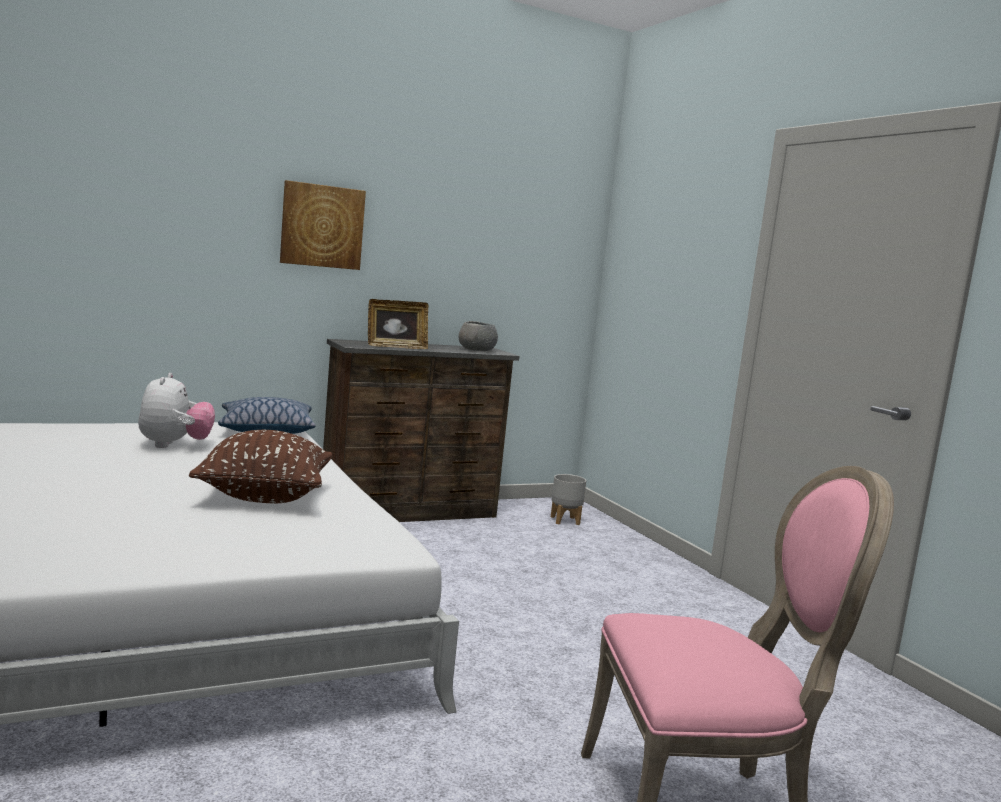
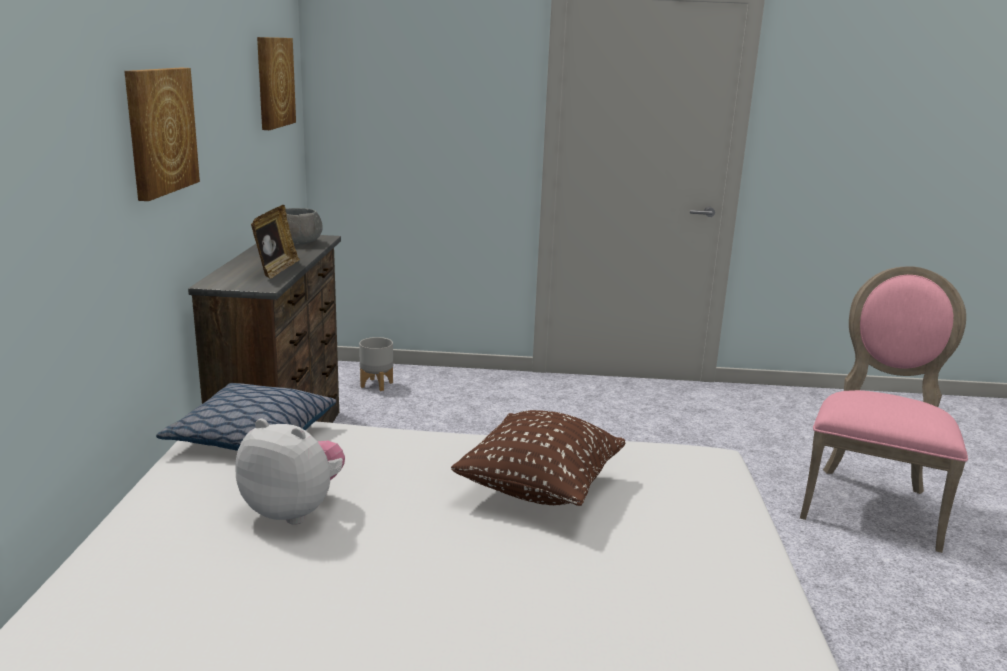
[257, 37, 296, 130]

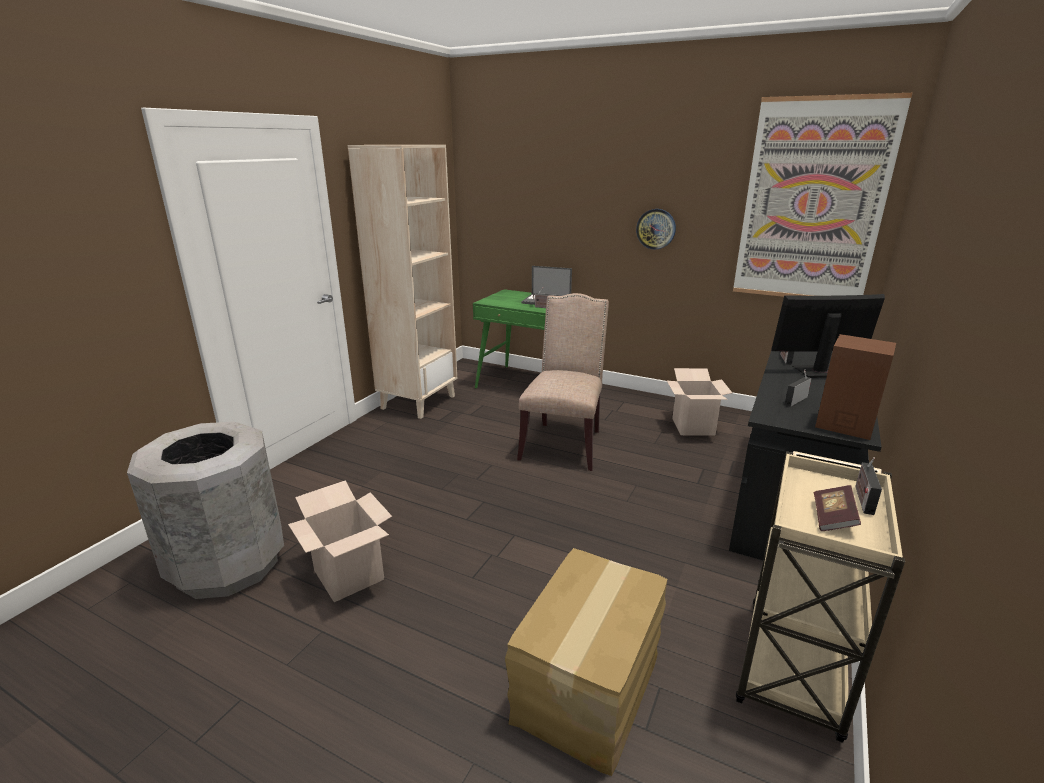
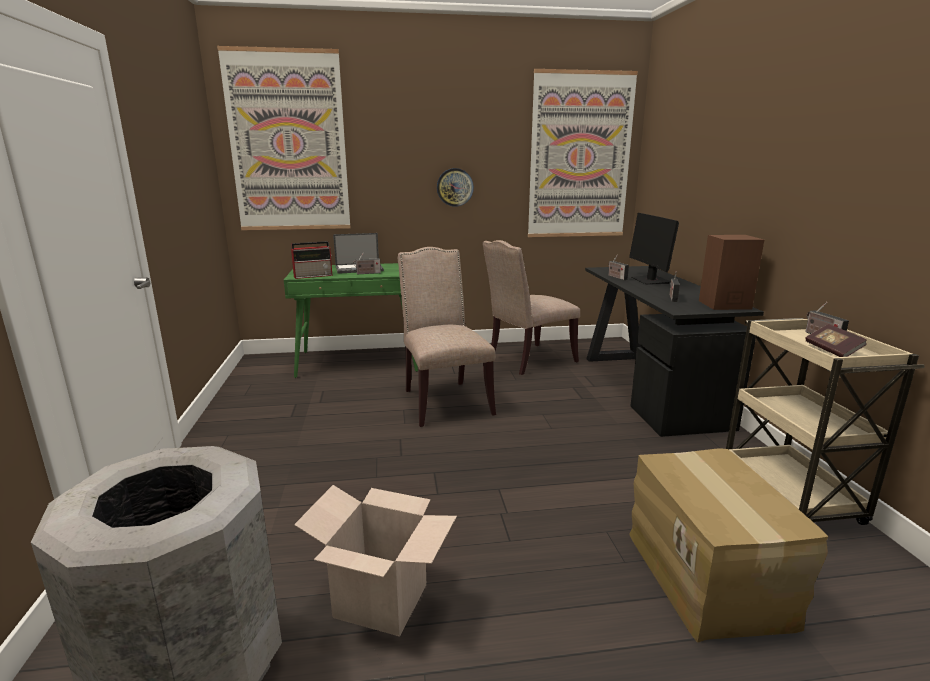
[217, 46, 351, 230]
[291, 241, 332, 279]
[482, 240, 580, 375]
[629, 213, 679, 285]
[348, 145, 457, 419] (first image)

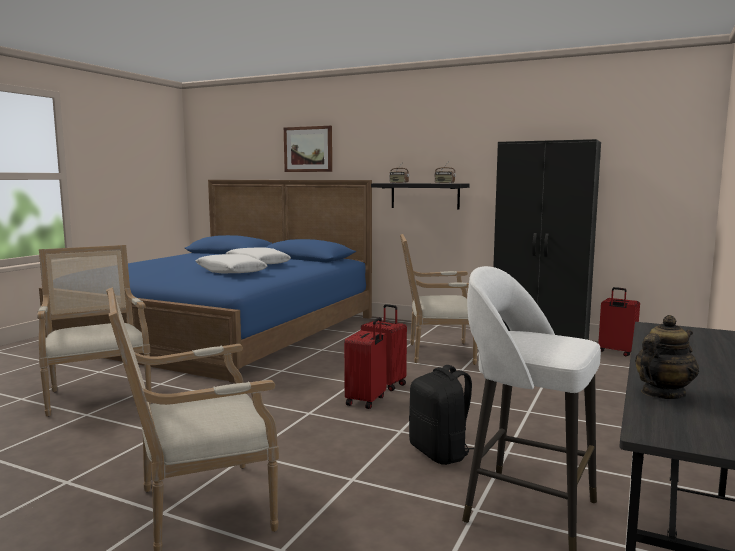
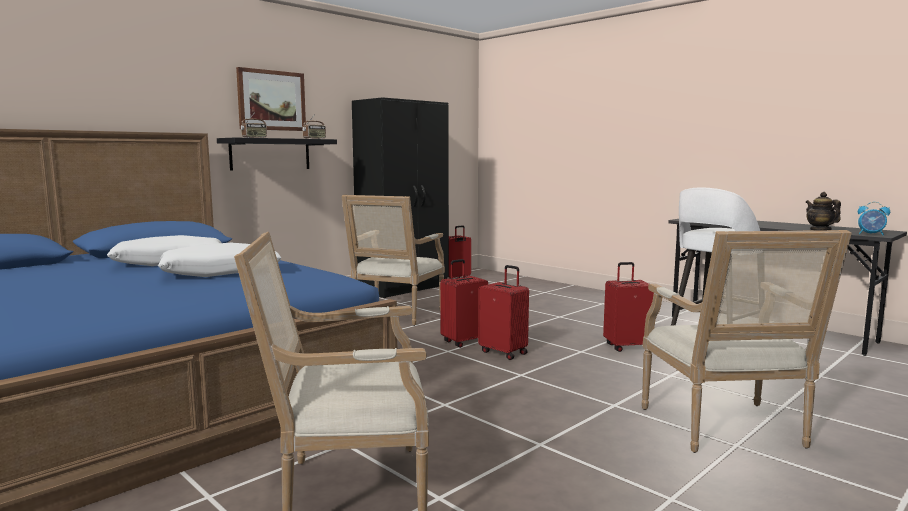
[236, 67, 306, 131]
[603, 262, 654, 352]
[858, 202, 890, 235]

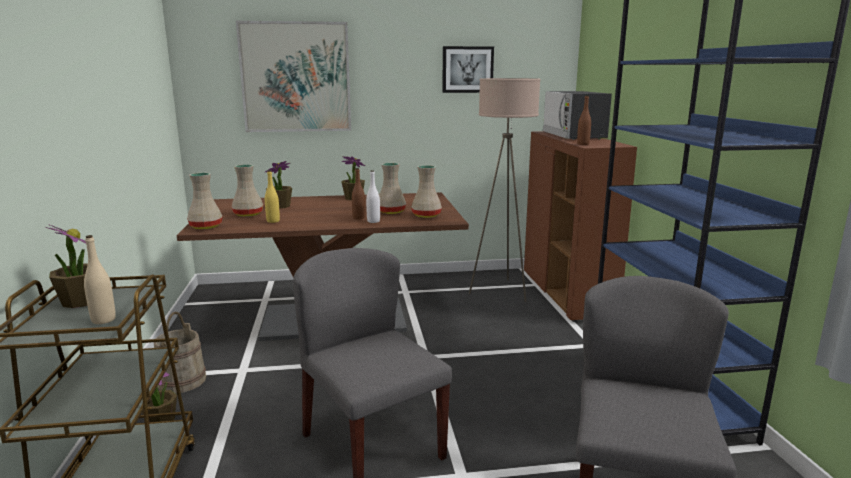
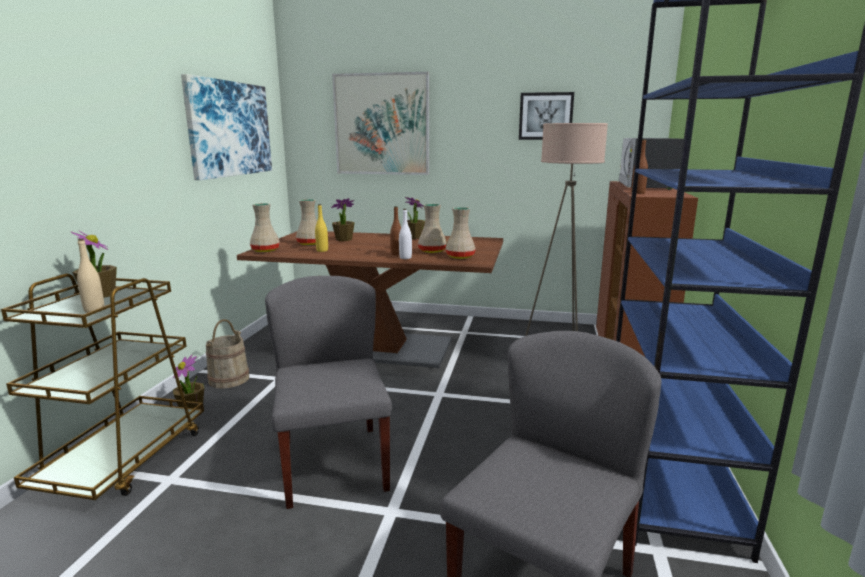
[181, 74, 272, 180]

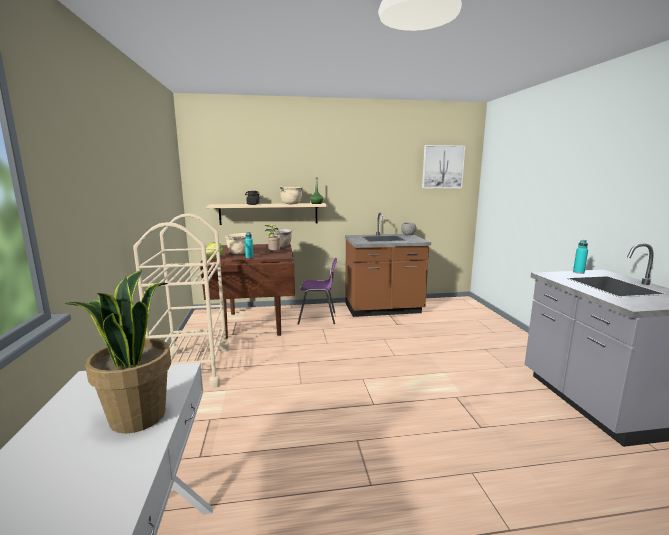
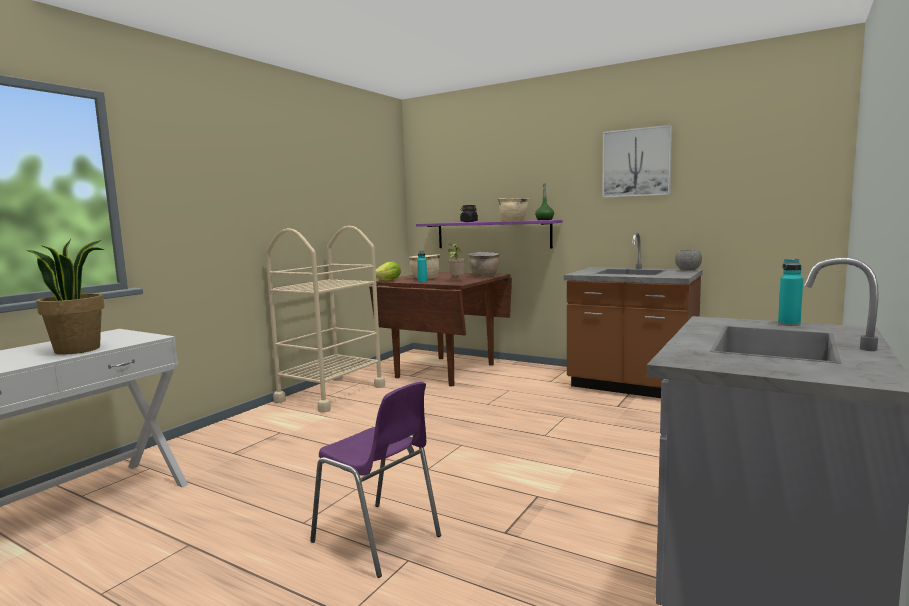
[310, 382, 441, 578]
[416, 220, 563, 248]
[602, 125, 672, 198]

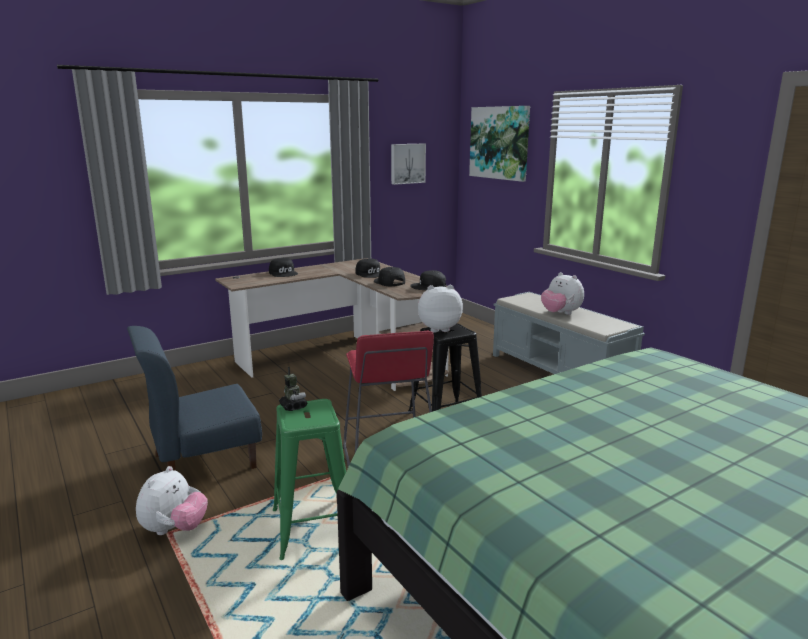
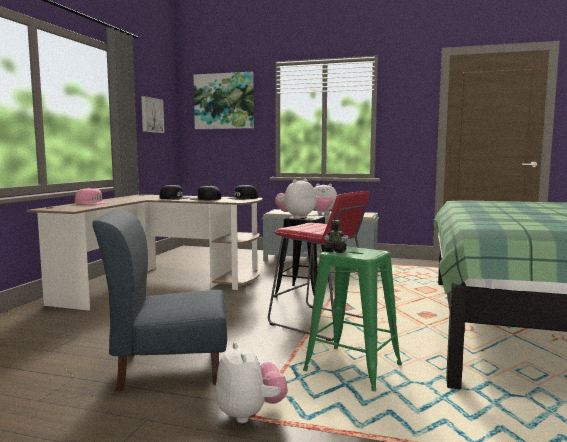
[75, 188, 110, 205]
[92, 210, 227, 391]

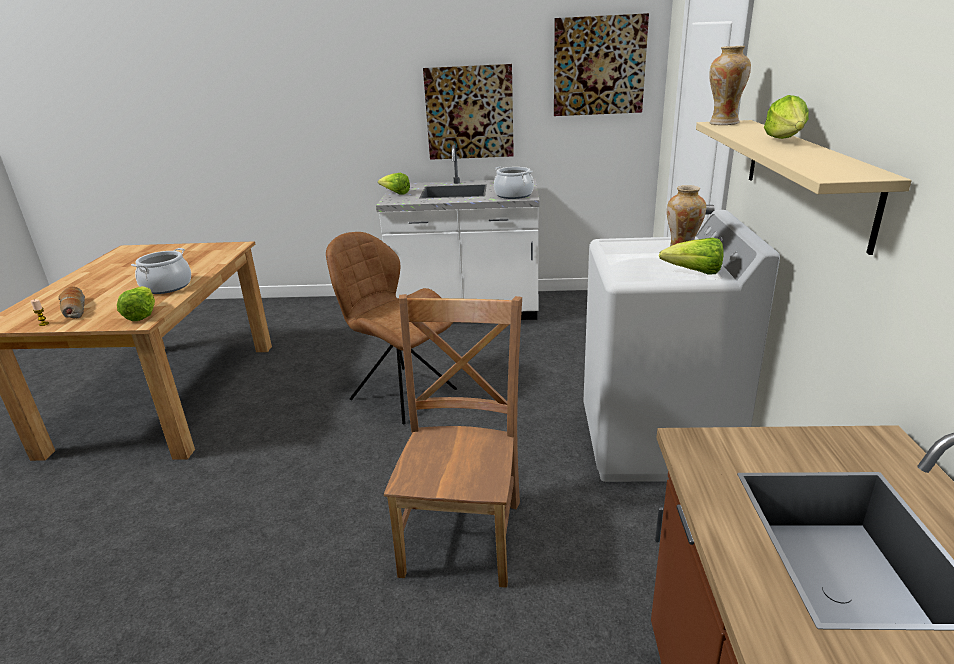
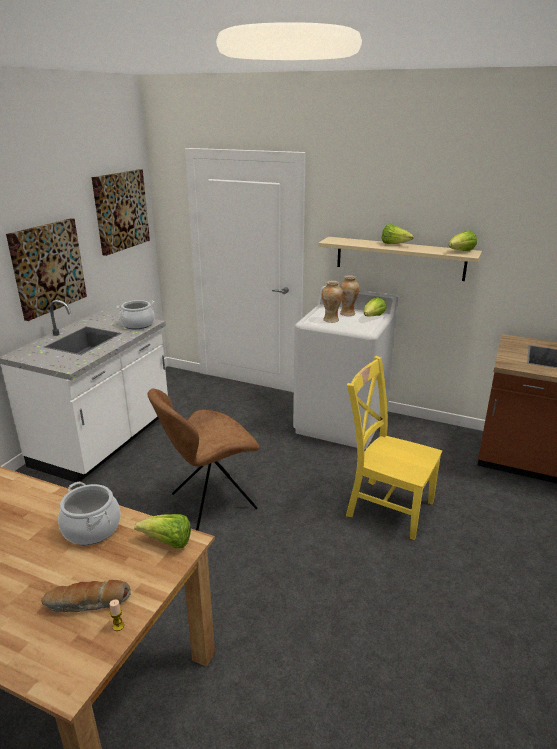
[322, 281, 343, 323]
[346, 356, 442, 540]
[449, 230, 477, 251]

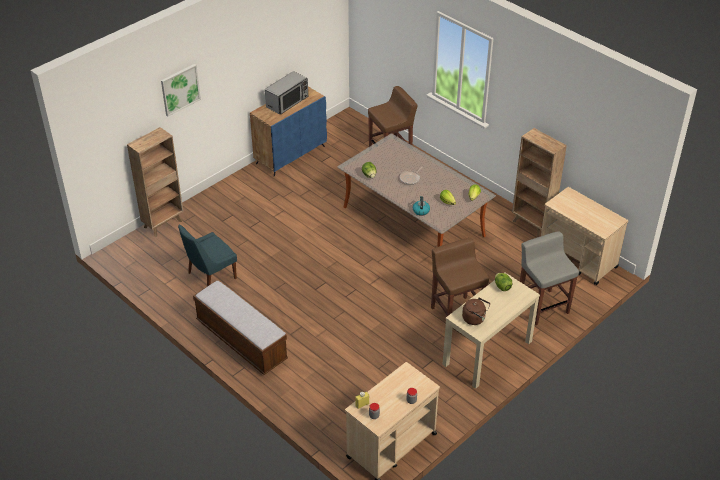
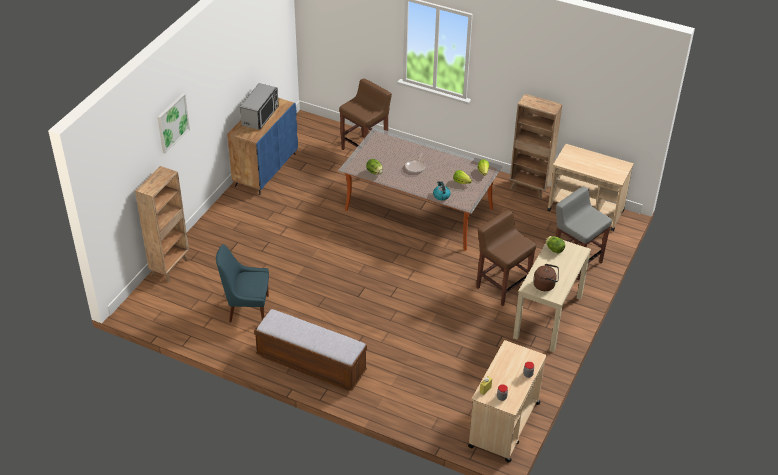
[216, 244, 269, 322]

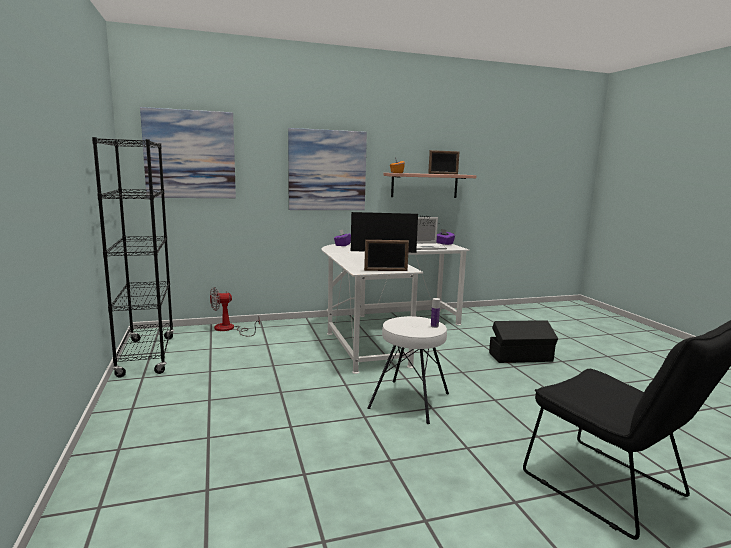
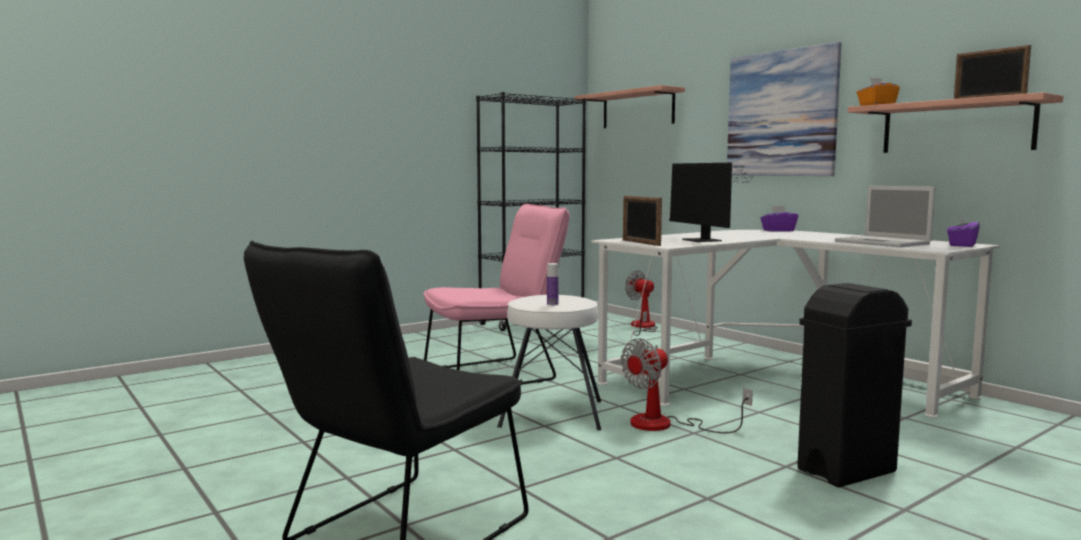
[424, 204, 570, 385]
[574, 85, 685, 128]
[621, 338, 753, 433]
[797, 283, 912, 487]

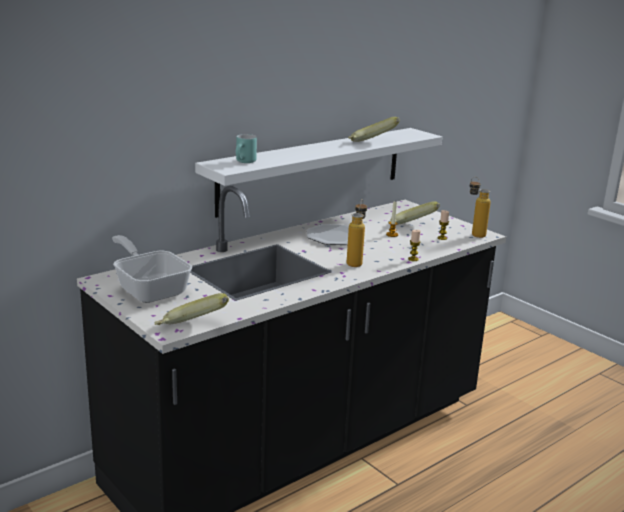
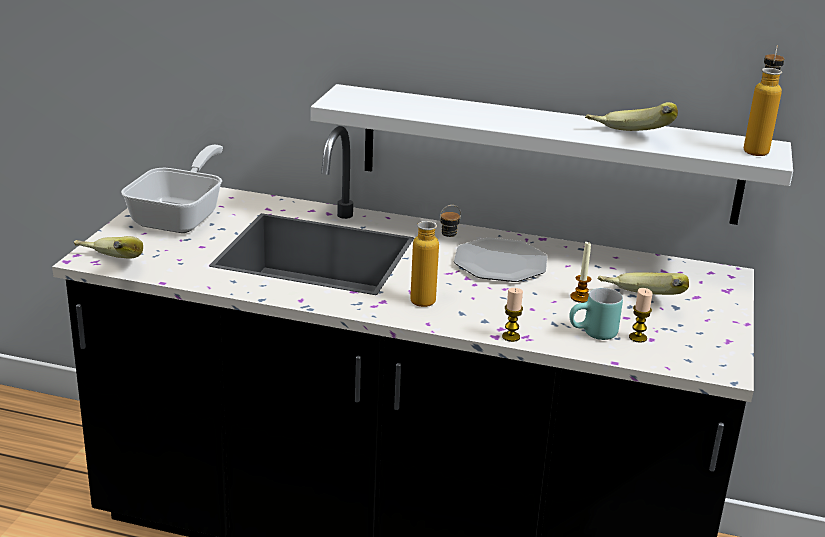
[569, 288, 623, 340]
[744, 45, 784, 156]

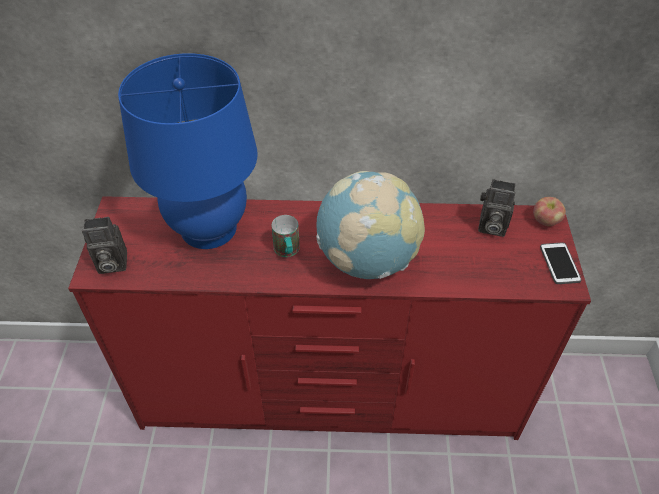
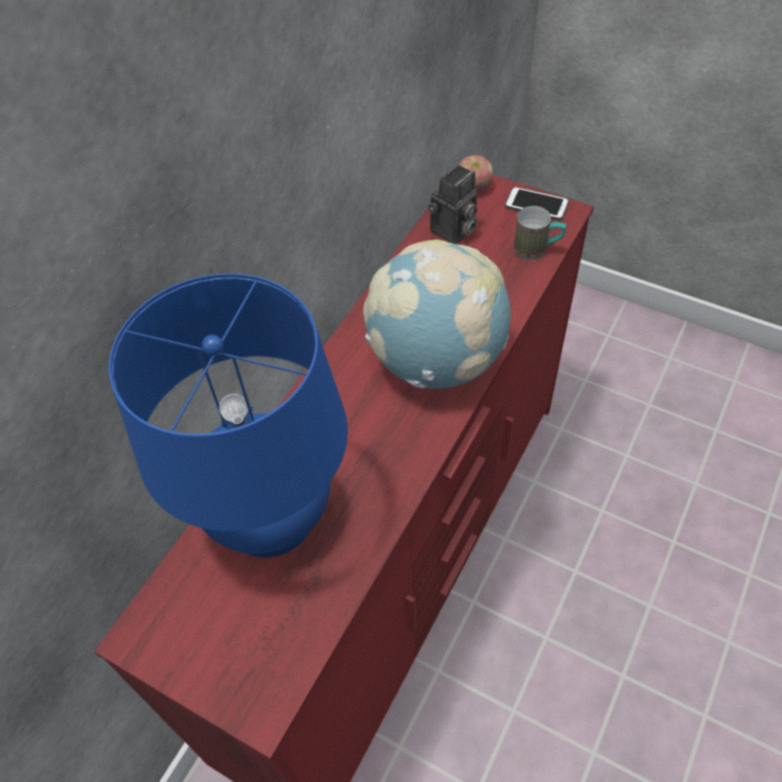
[514, 206, 566, 260]
[82, 217, 127, 274] (first image)

